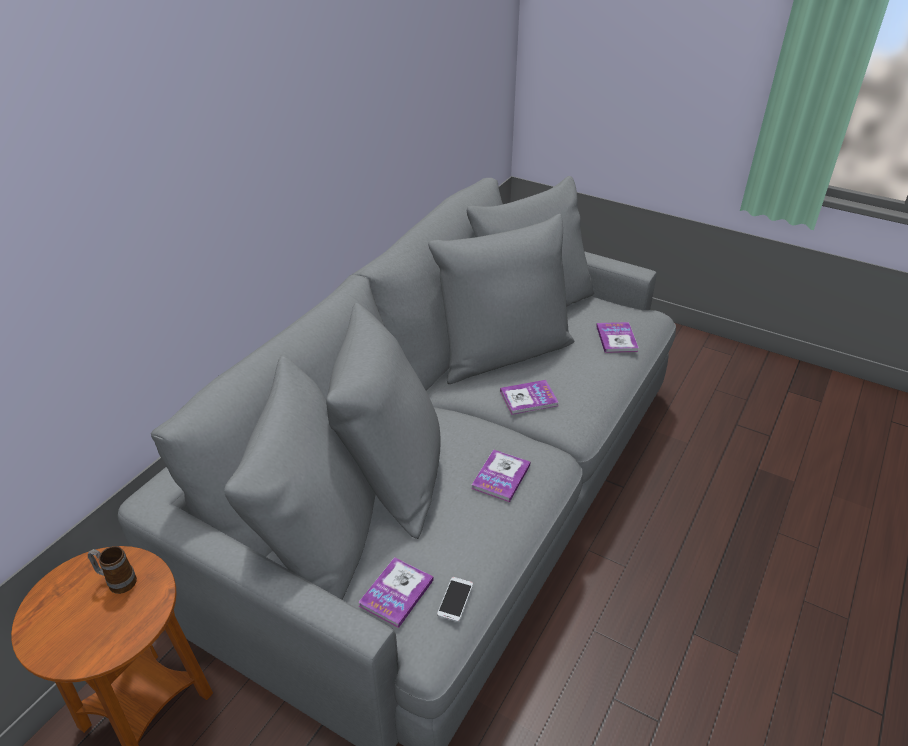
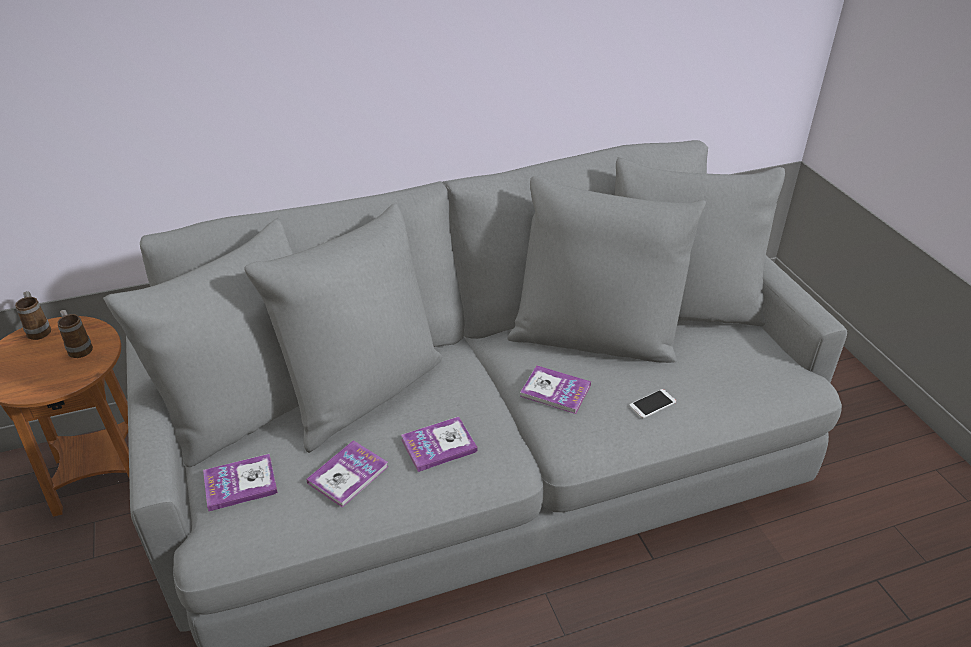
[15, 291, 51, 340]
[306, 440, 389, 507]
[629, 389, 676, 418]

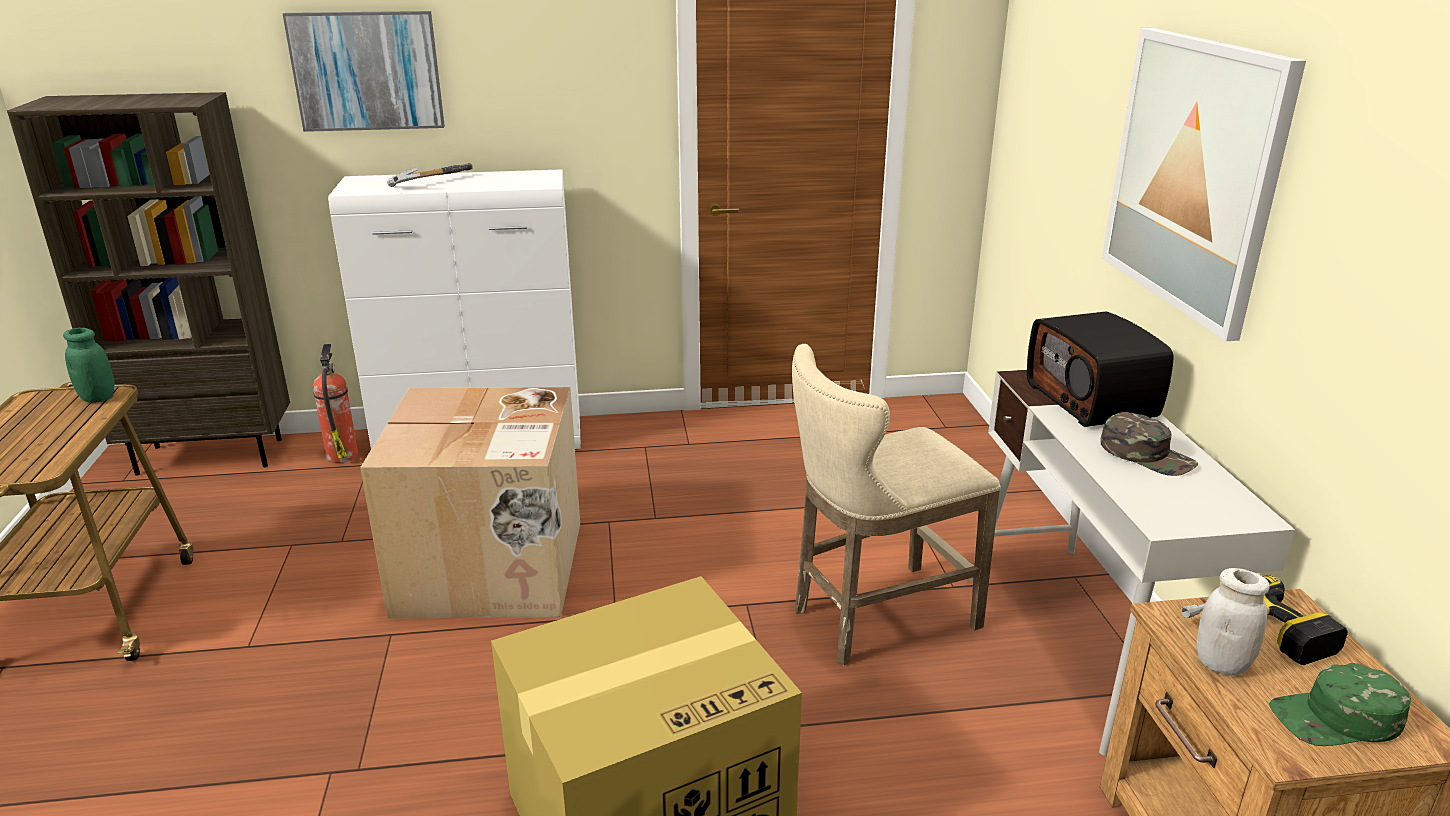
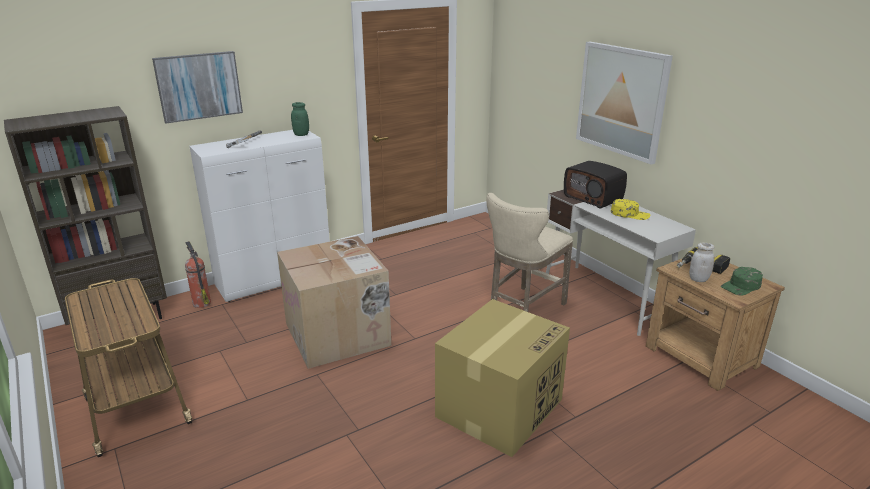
[291, 102, 309, 136]
[611, 199, 651, 220]

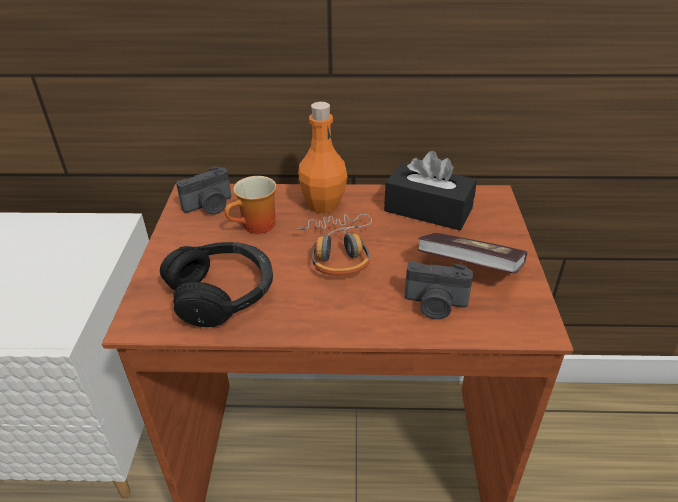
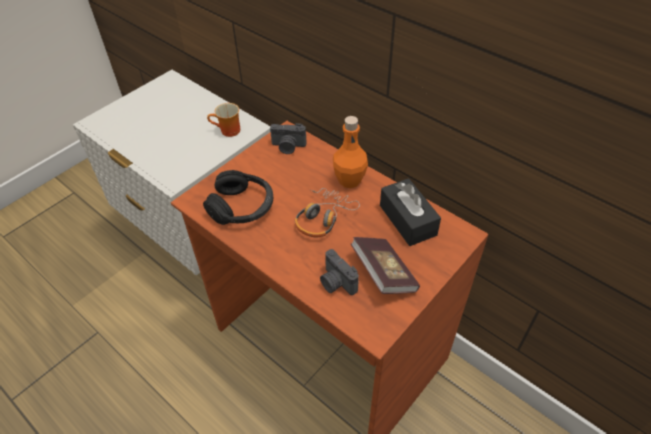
[207, 103, 240, 137]

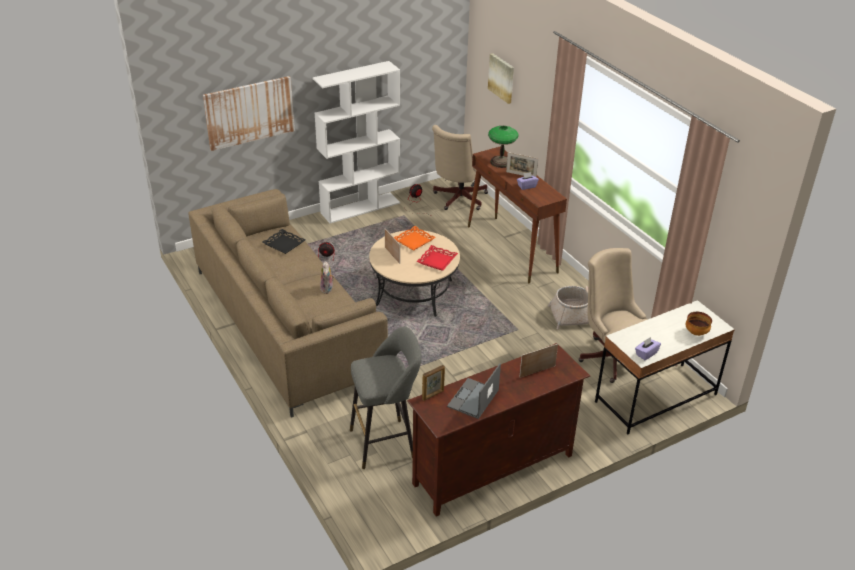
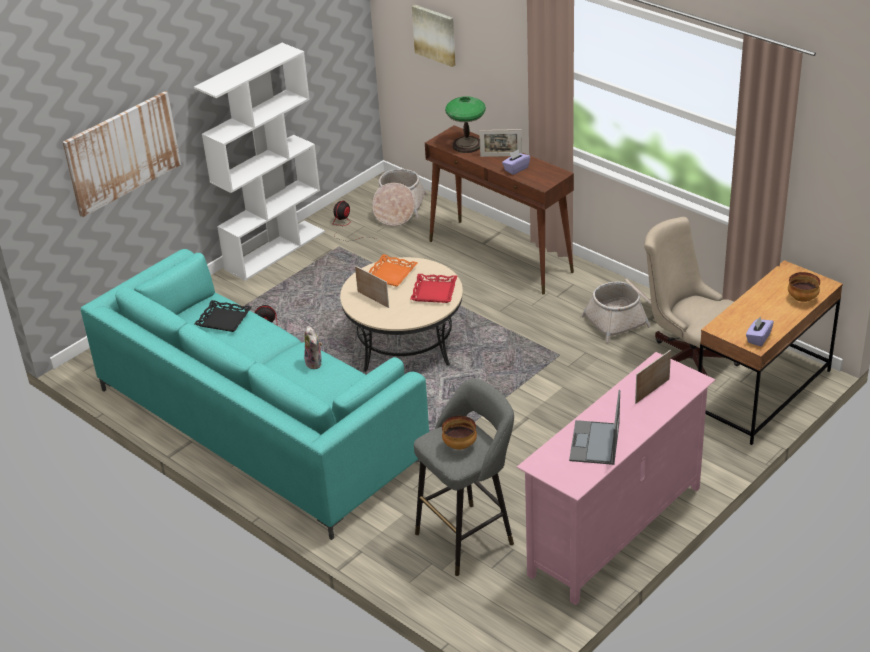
[80, 249, 429, 540]
[372, 169, 427, 226]
[442, 416, 477, 450]
[517, 352, 715, 605]
[698, 260, 843, 445]
[422, 365, 445, 401] (first image)

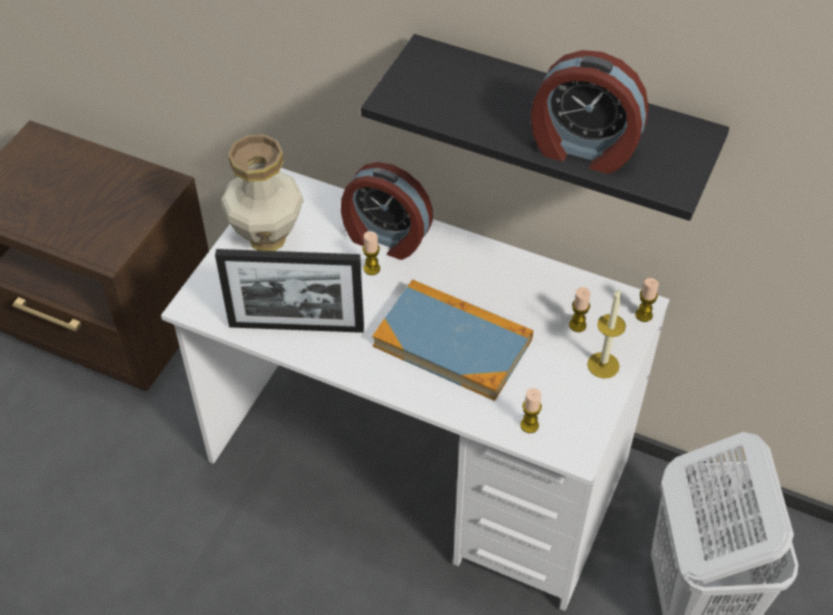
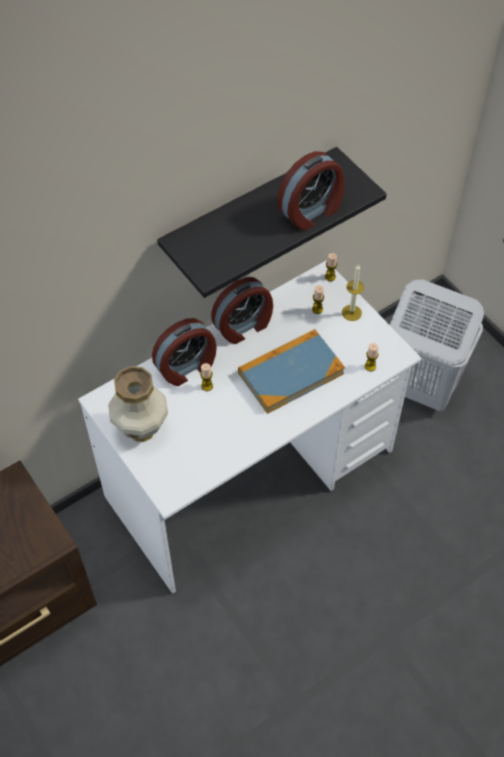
[211, 277, 273, 344]
[215, 249, 364, 333] (first image)

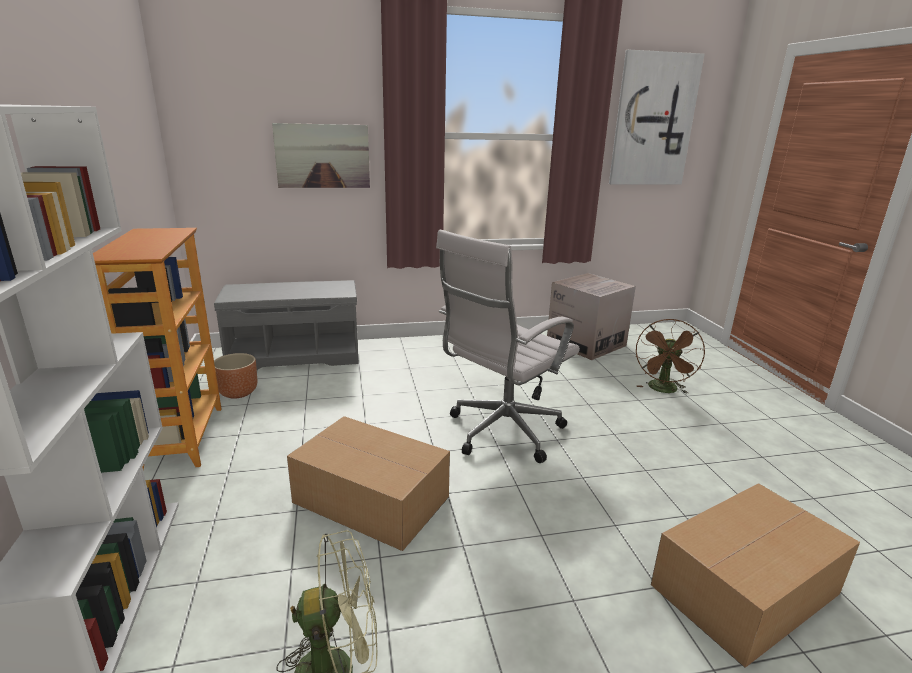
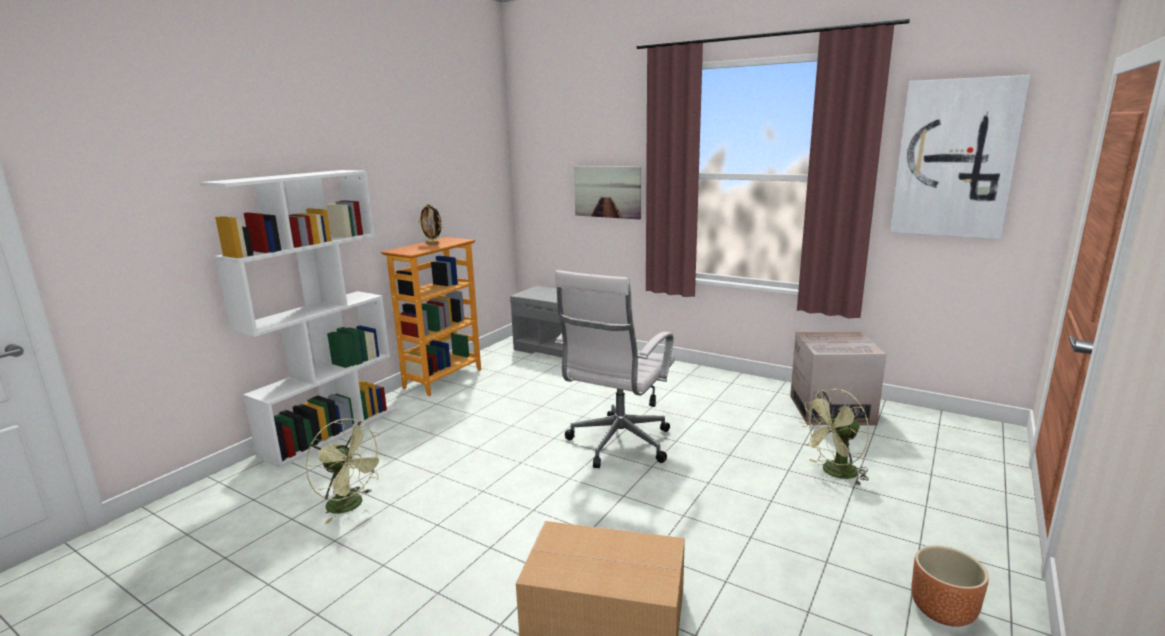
[418, 204, 442, 245]
[555, 270, 675, 468]
[800, 389, 869, 486]
[911, 545, 989, 627]
[287, 416, 450, 551] (first image)

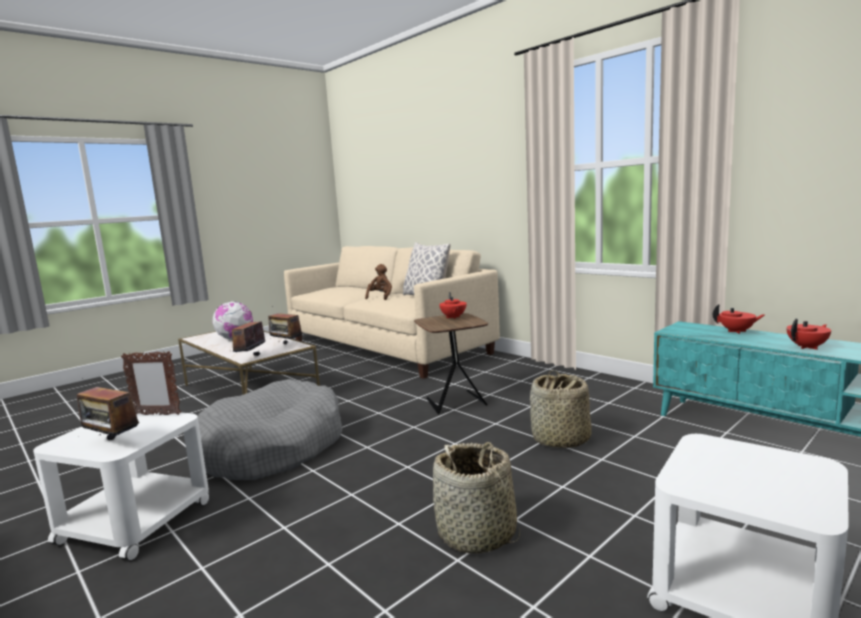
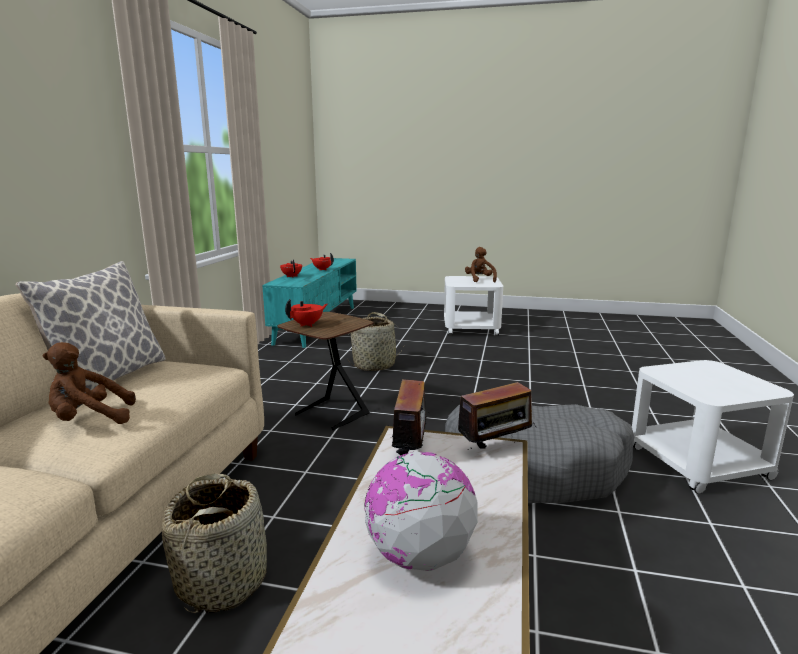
[162, 473, 267, 613]
[465, 247, 497, 282]
[77, 375, 139, 440] (first image)
[121, 351, 181, 415] (first image)

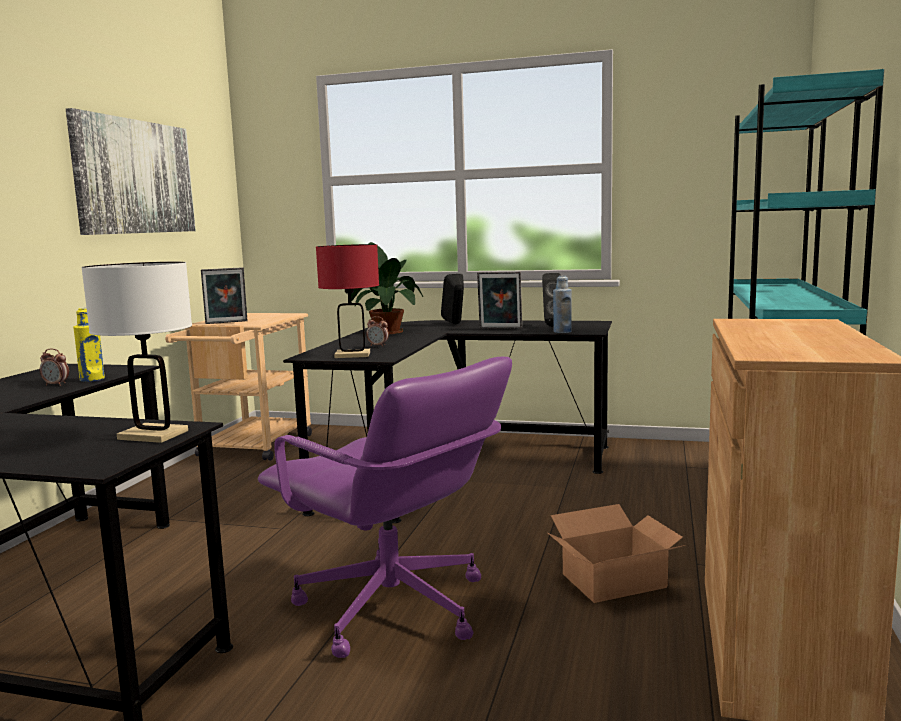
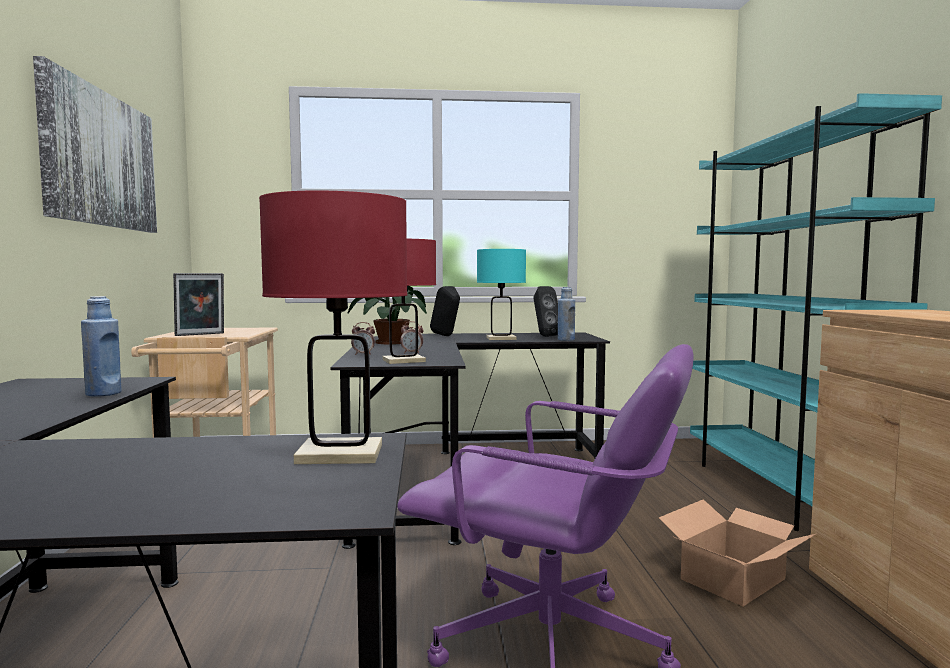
[81, 296, 121, 397]
[259, 190, 407, 464]
[351, 322, 375, 355]
[477, 249, 526, 340]

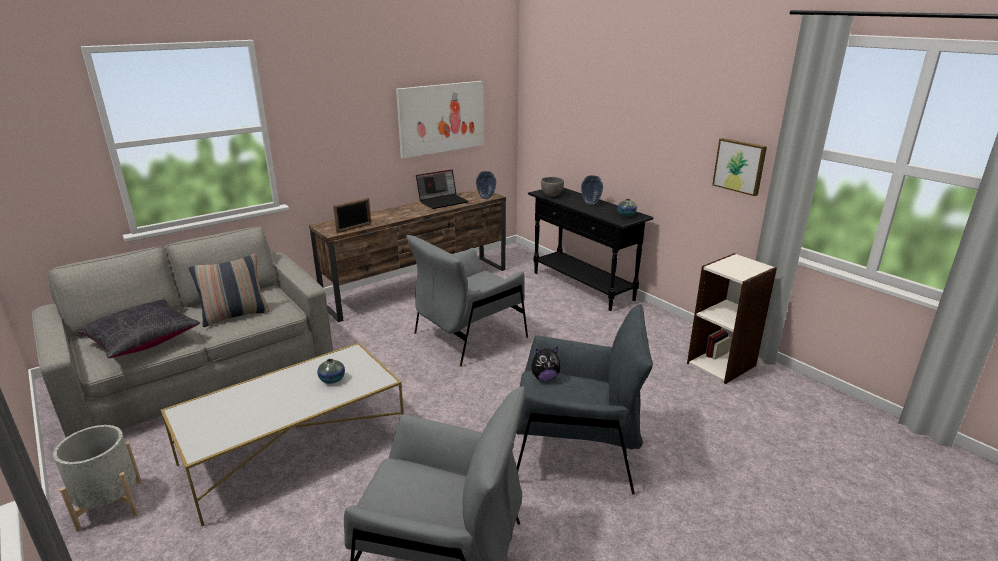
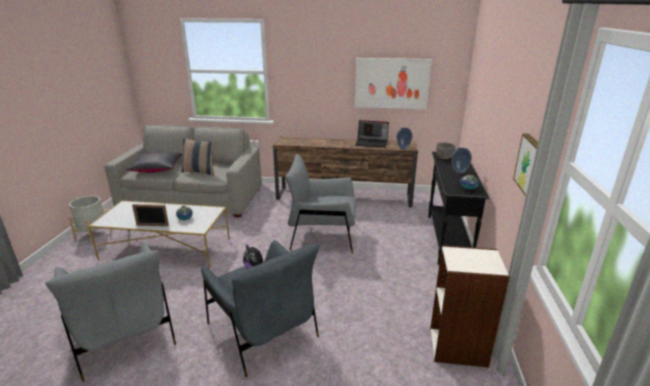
[132, 204, 169, 226]

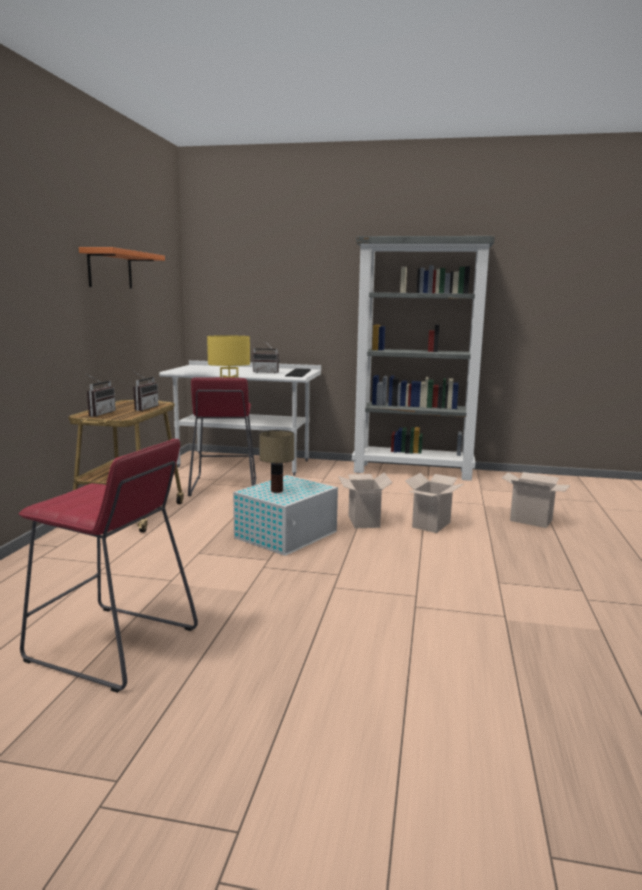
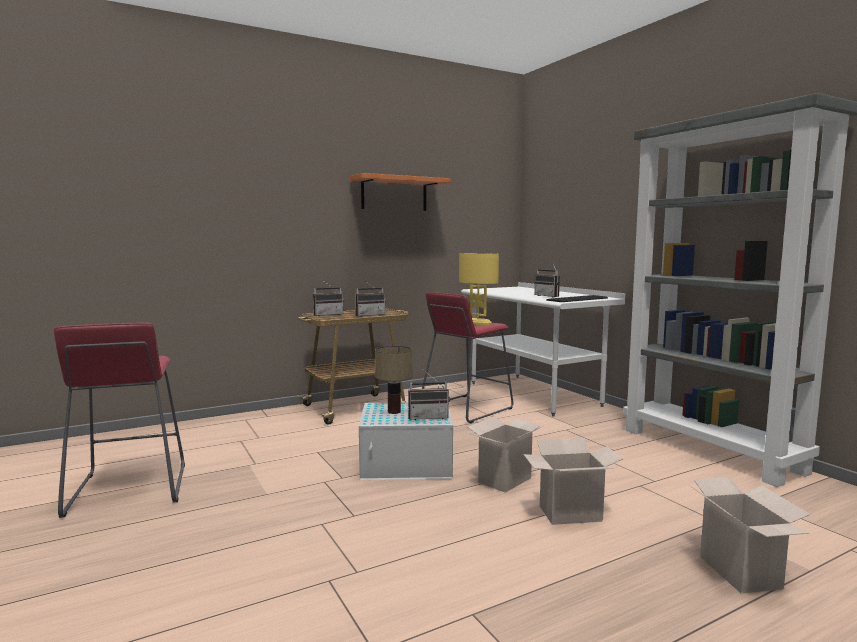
[408, 369, 450, 420]

